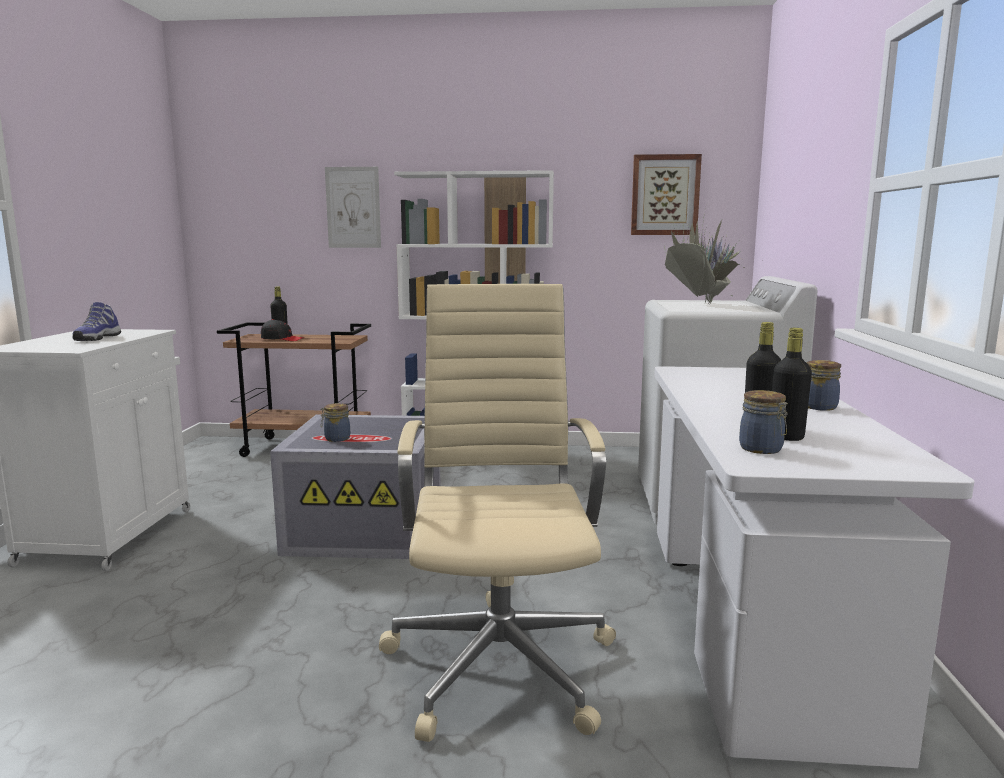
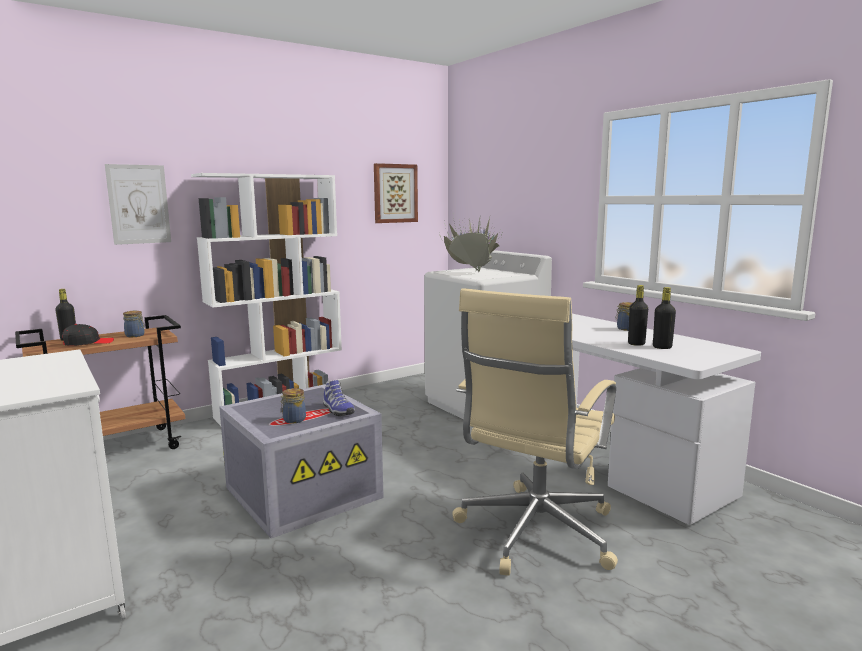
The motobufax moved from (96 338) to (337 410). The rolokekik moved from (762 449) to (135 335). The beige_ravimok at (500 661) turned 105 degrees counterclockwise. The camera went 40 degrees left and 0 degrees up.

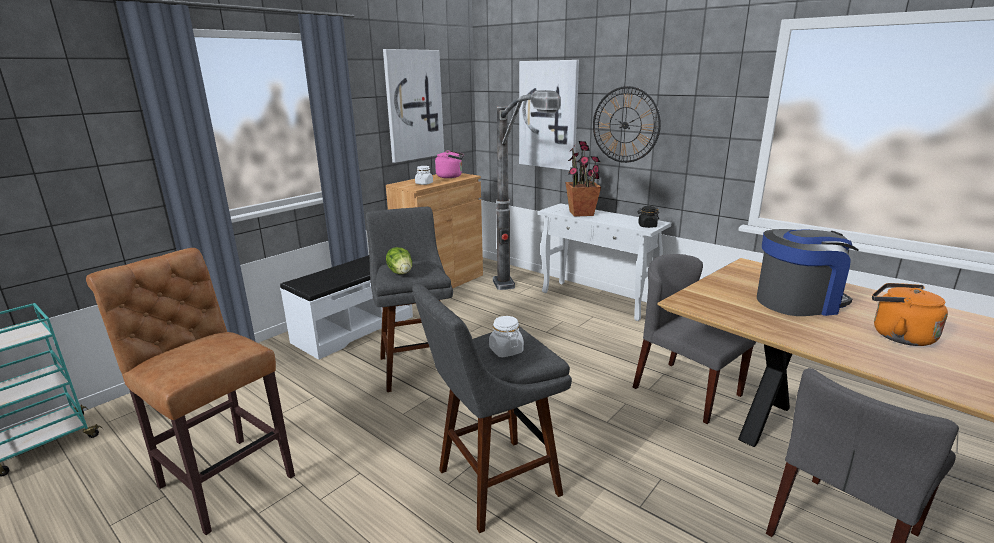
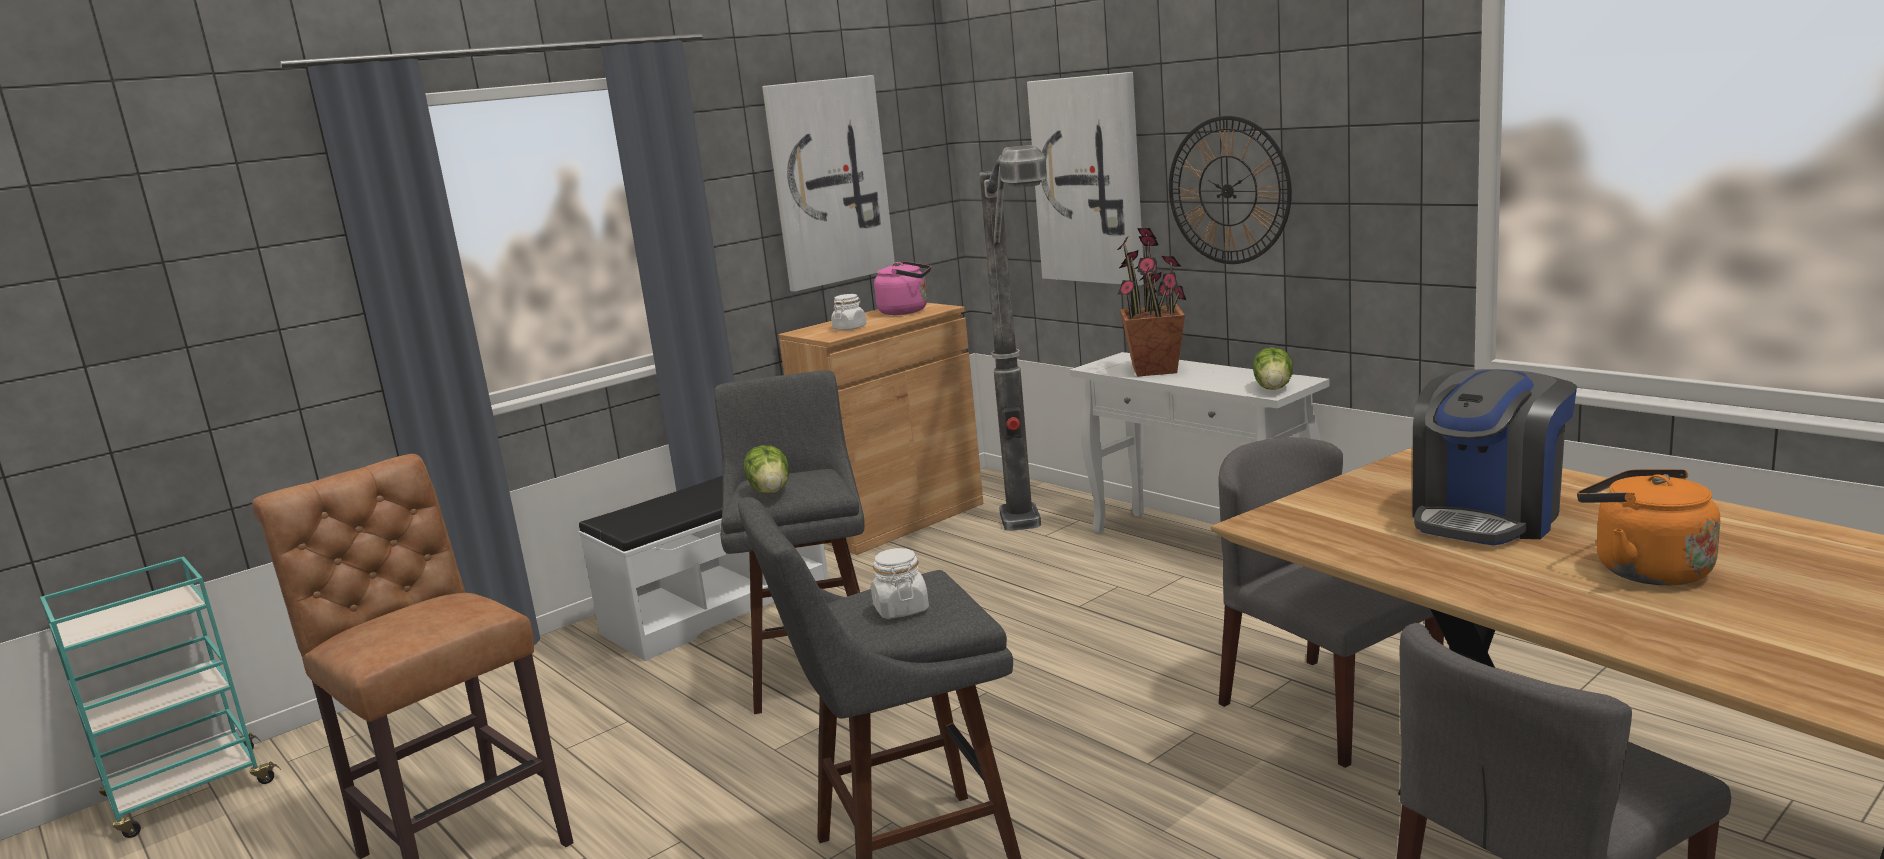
The black_rolokekik at (647 226) was replaced by the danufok at (1274 388). The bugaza at (798 302) turned 135 degrees clockwise. The camera went 10 degrees right and 5 degrees down.

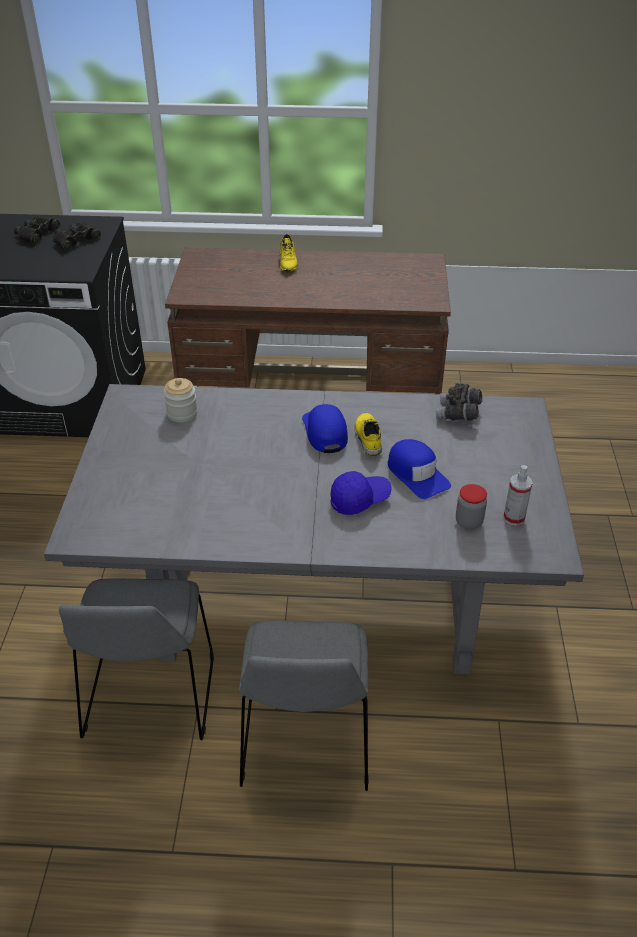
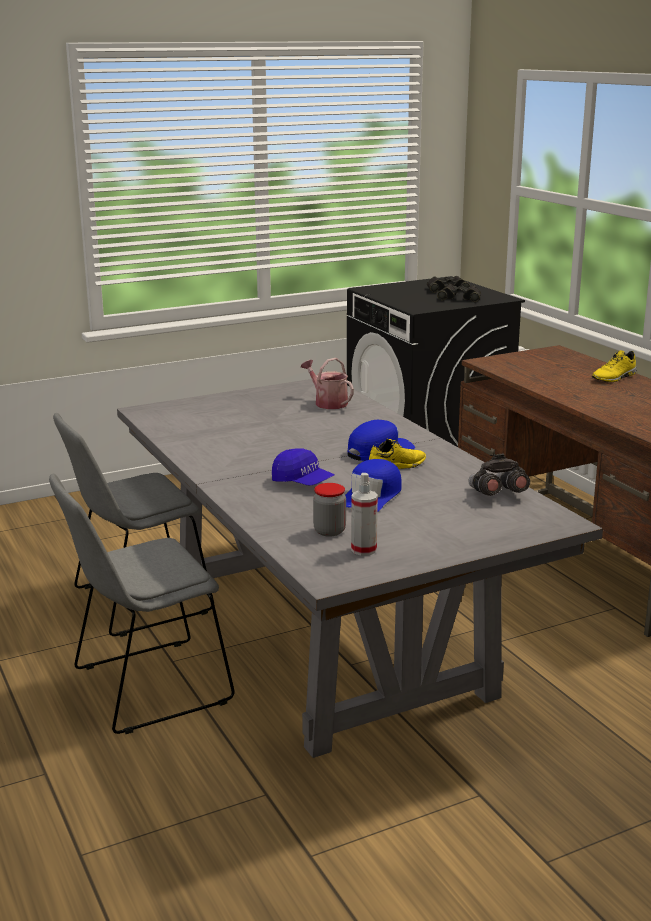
The rolokekik at (182 413) was replaced by the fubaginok at (328 403). The camera went 60 degrees right and 20 degrees down.

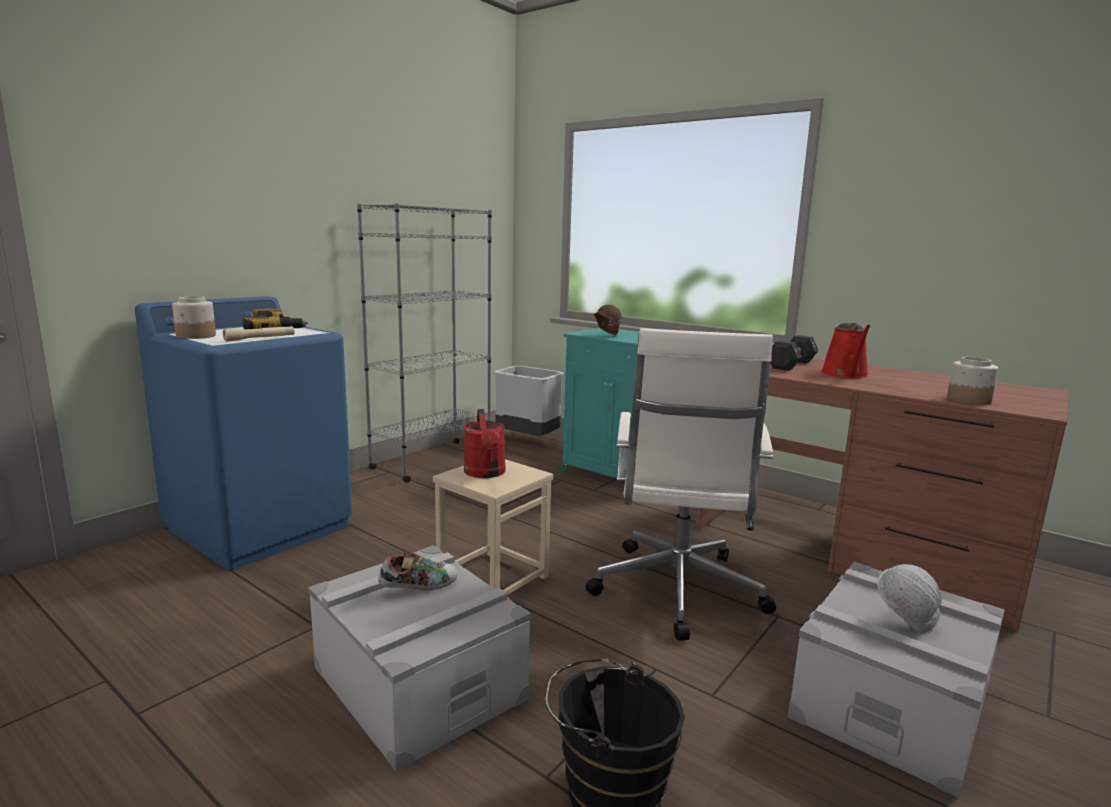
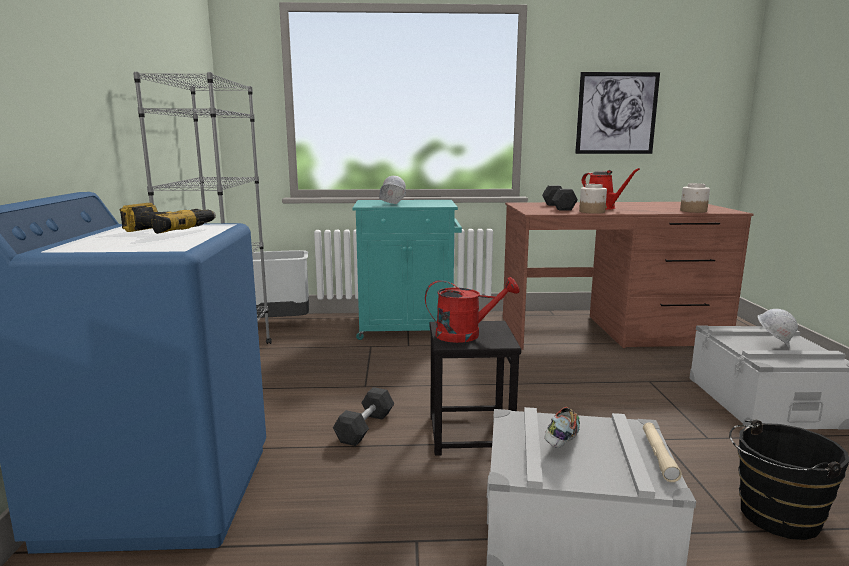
The white_ravimok at (677 592) disappeared. The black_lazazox at (365 427) appeared. The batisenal at (616 113) appeared. The rolokekik moved from (196 336) to (592 212). The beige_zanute moved from (260 339) to (658 456). The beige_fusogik at (492 578) became the black_fusogik at (469 434). The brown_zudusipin at (606 336) became the white_zudusipin at (392 205). The red_fubaginok at (486 473) turned 45 degrees counterclockwise. The camera went 40 degrees left and 0 degrees up.

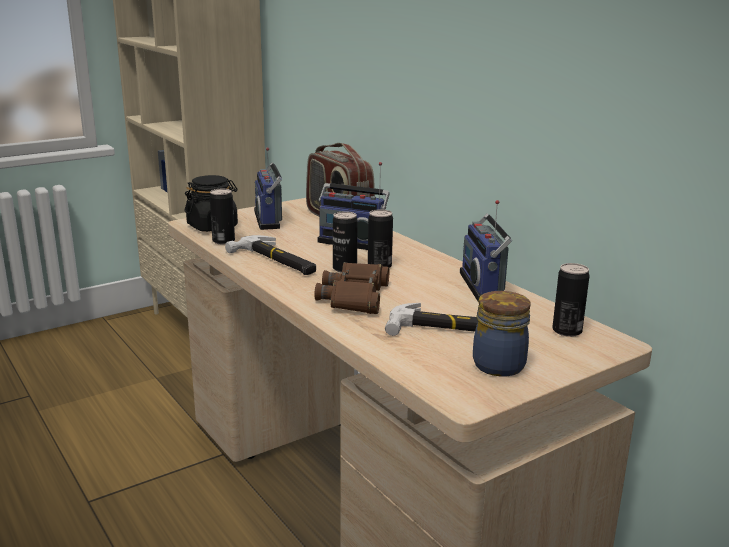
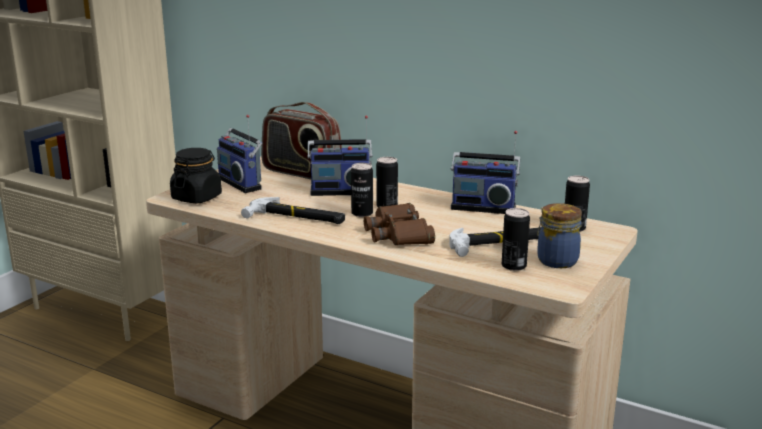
The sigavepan moved from (223 241) to (514 266). The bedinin at (484 286) turned 45 degrees counterclockwise. The camera went 25 degrees left and 0 degrees up.

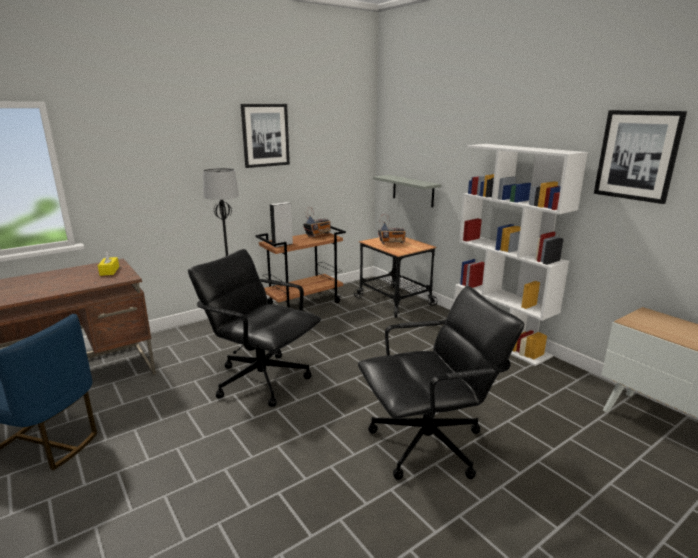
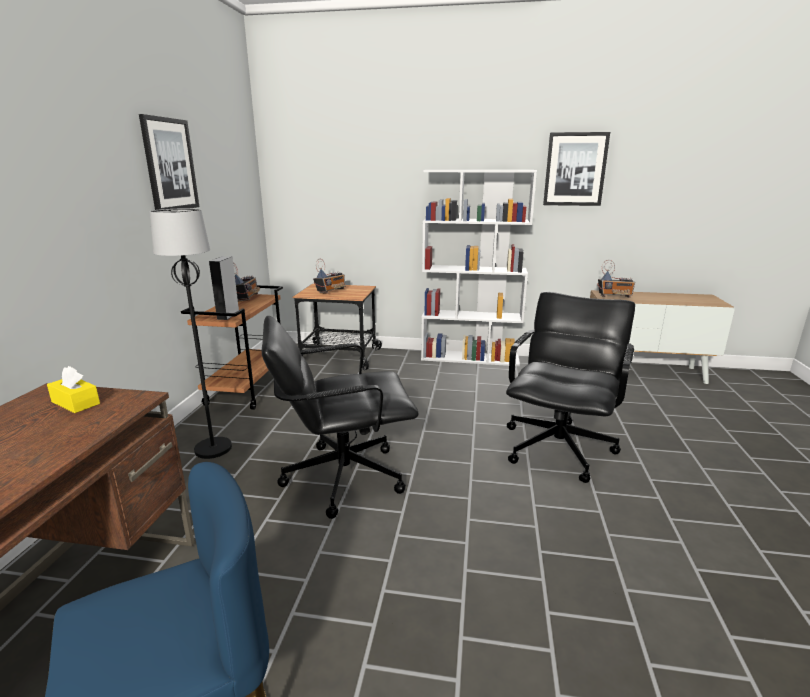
The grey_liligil at (413 190) disappeared. The bedinin at (614 297) appeared. The camera went 45 degrees left and 0 degrees up.

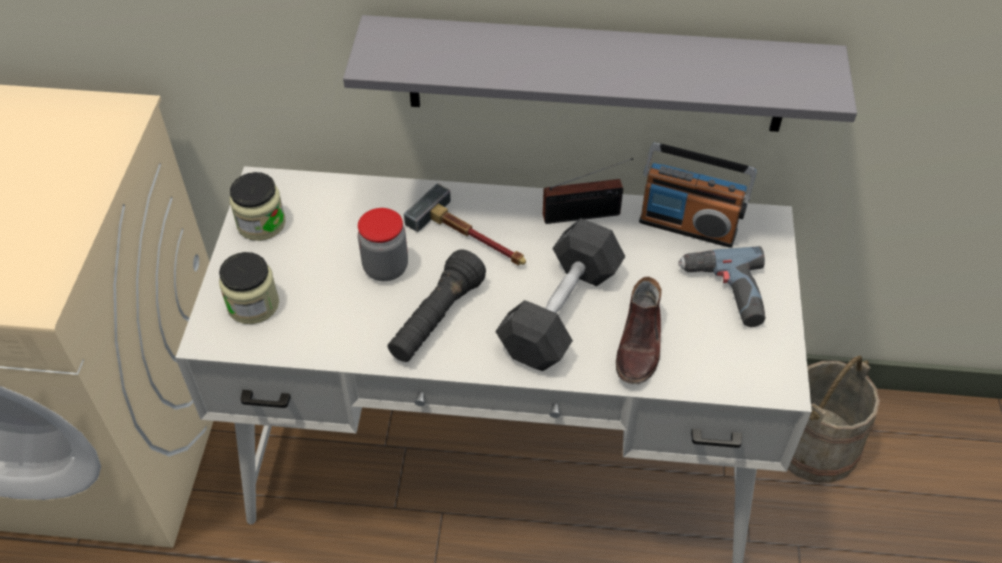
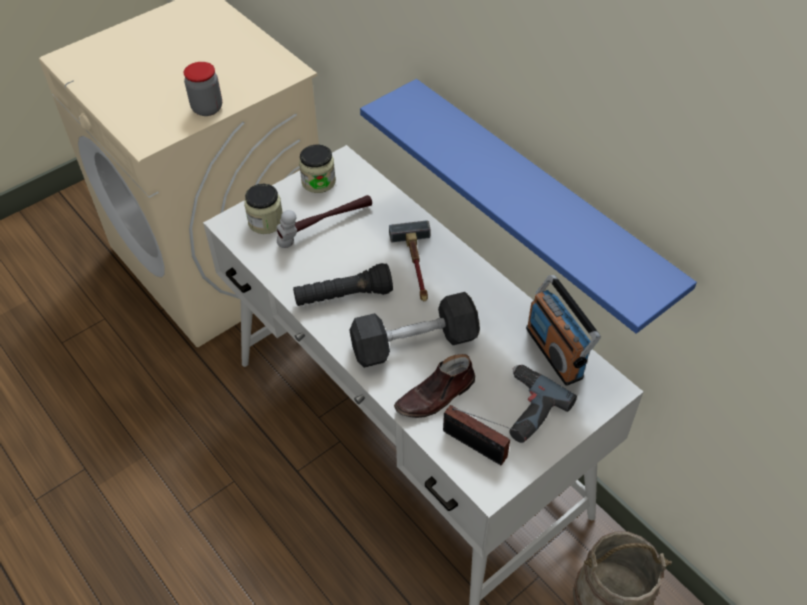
The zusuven at (325 227) appeared. The rolokekik moved from (385 268) to (207 108). The bedinin moved from (585 215) to (477 447). The grey_liligil at (596 74) became the blue_liligil at (537 202). The camera went 45 degrees right and 0 degrees up.

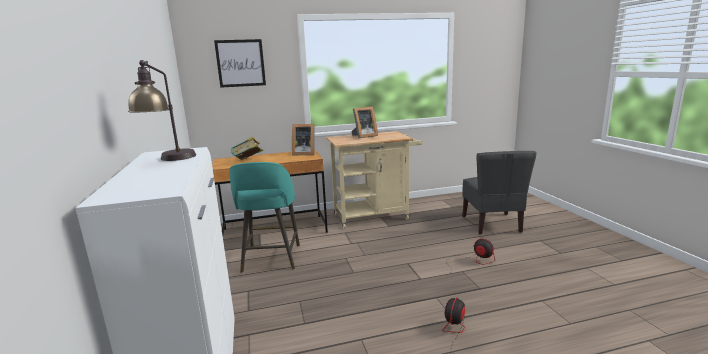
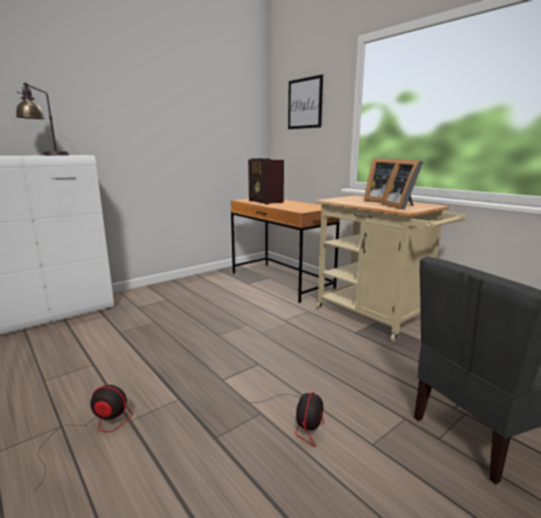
The turquoise_fusogik at (271 259) disappeared. The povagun moved from (304 153) to (401 206). The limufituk at (248 161) was replaced by the bedinin at (265 202). The camera went 65 degrees right and 0 degrees up.

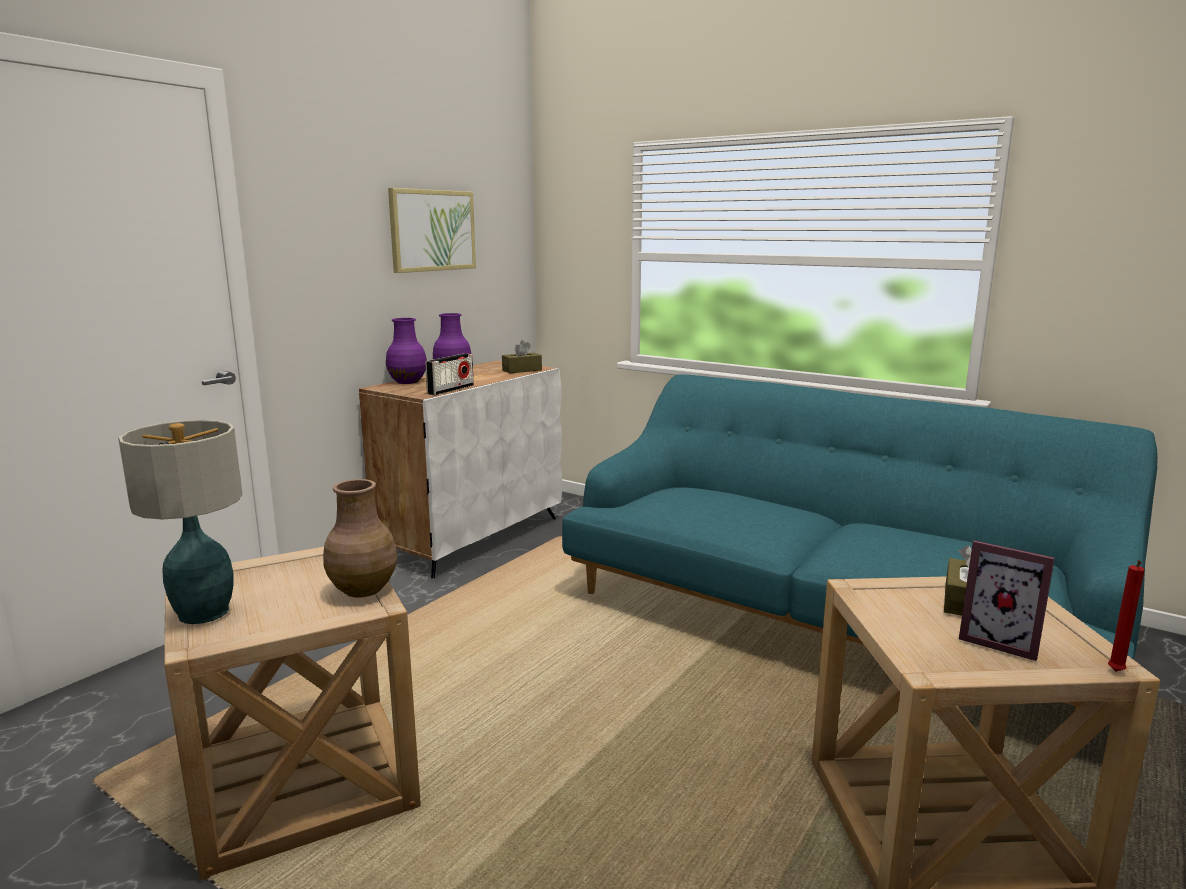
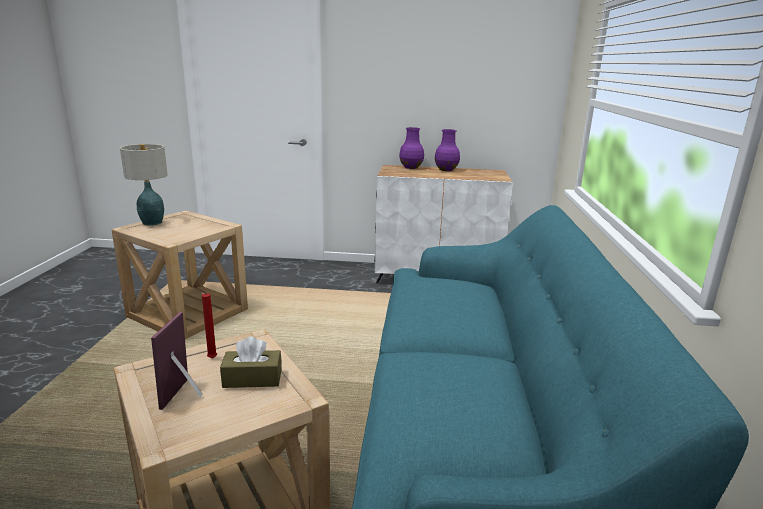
The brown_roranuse at (364 589) disappeared. The batisenal at (432 230) disappeared. The bedinin at (451 389) disappeared. The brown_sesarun at (522 370) disappeared. The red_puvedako moved from (1115 672) to (211 358). The camera went 60 degrees right and 5 degrees up.

